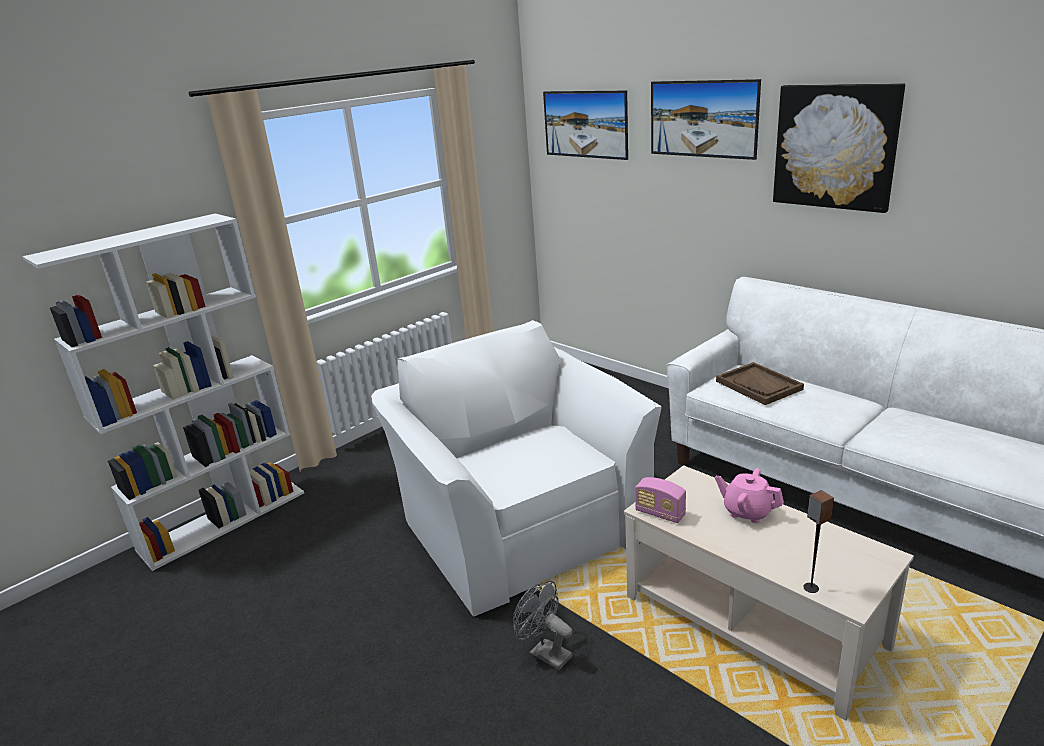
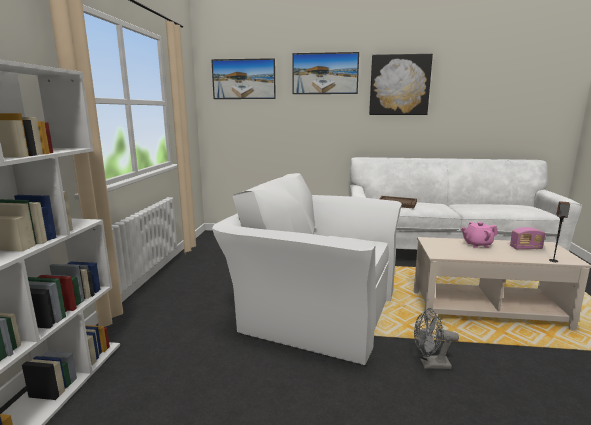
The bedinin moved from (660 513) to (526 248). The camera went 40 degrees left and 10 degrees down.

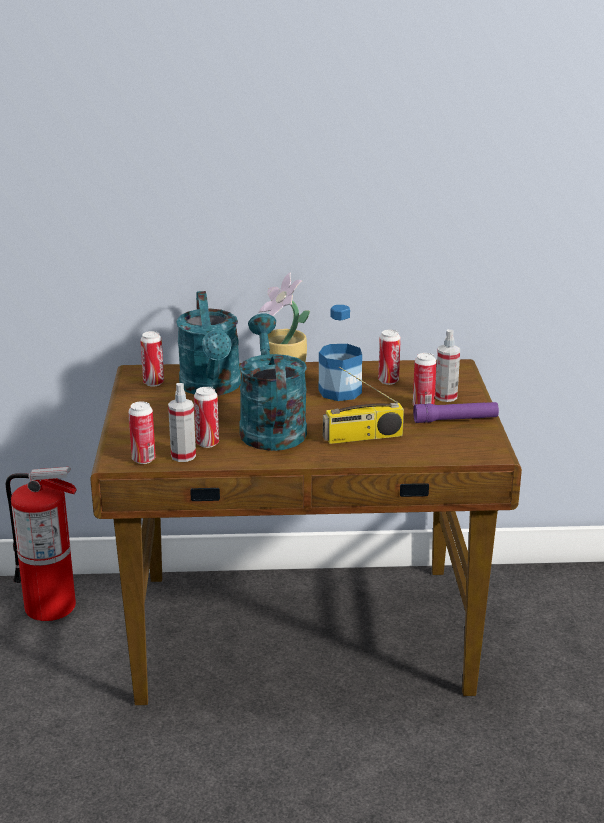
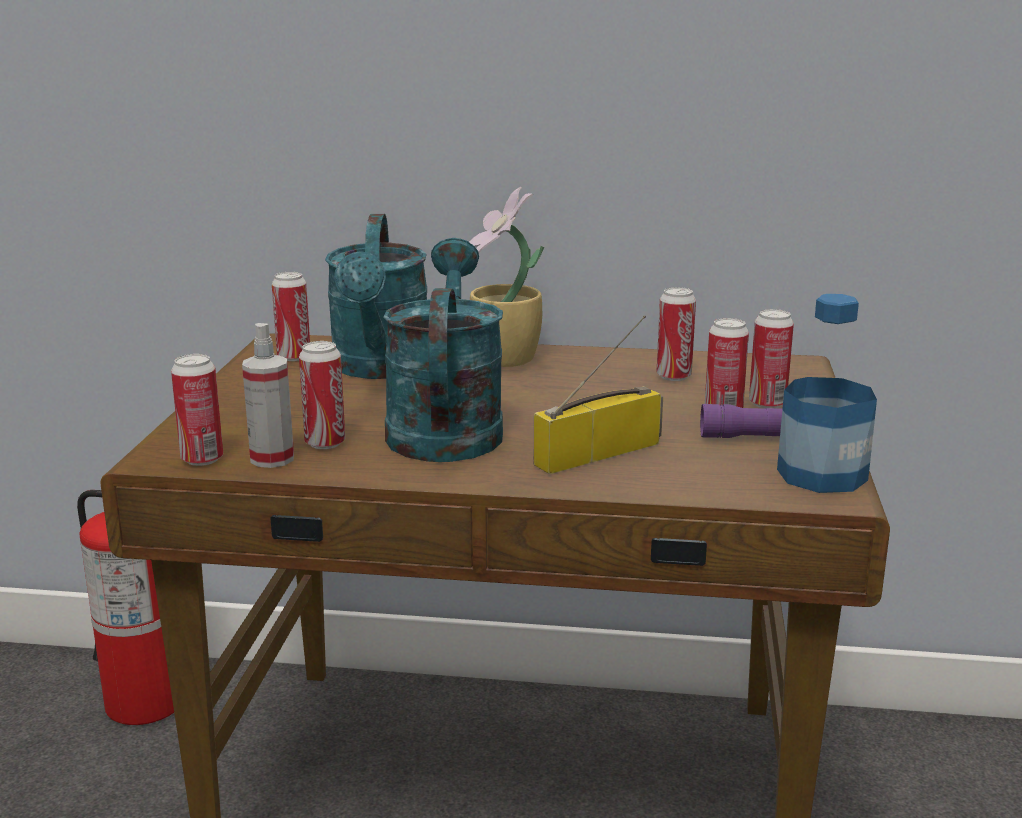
The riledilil moved from (340 391) to (822 474). The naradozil at (446 397) was replaced by the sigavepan at (767 404). The bedinin at (362 437) turned 150 degrees clockwise. The camera went 10 degrees right and 5 degrees down.

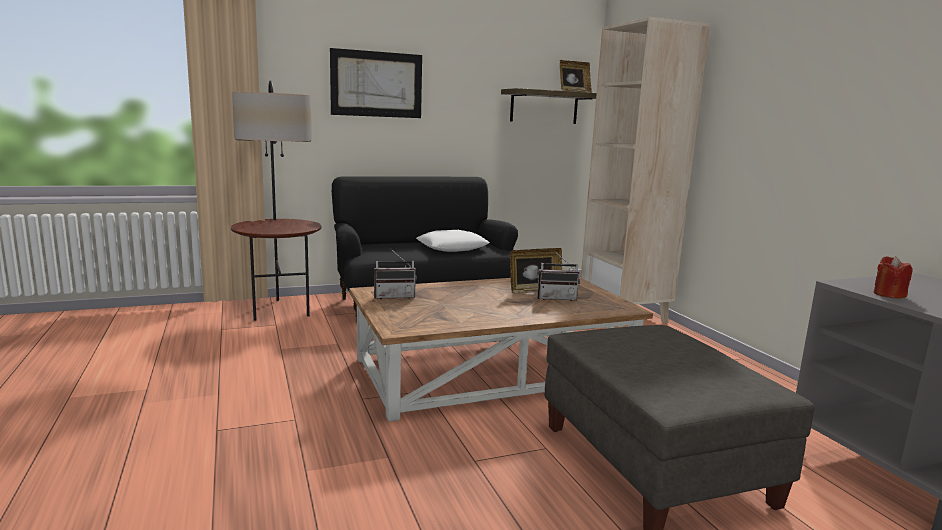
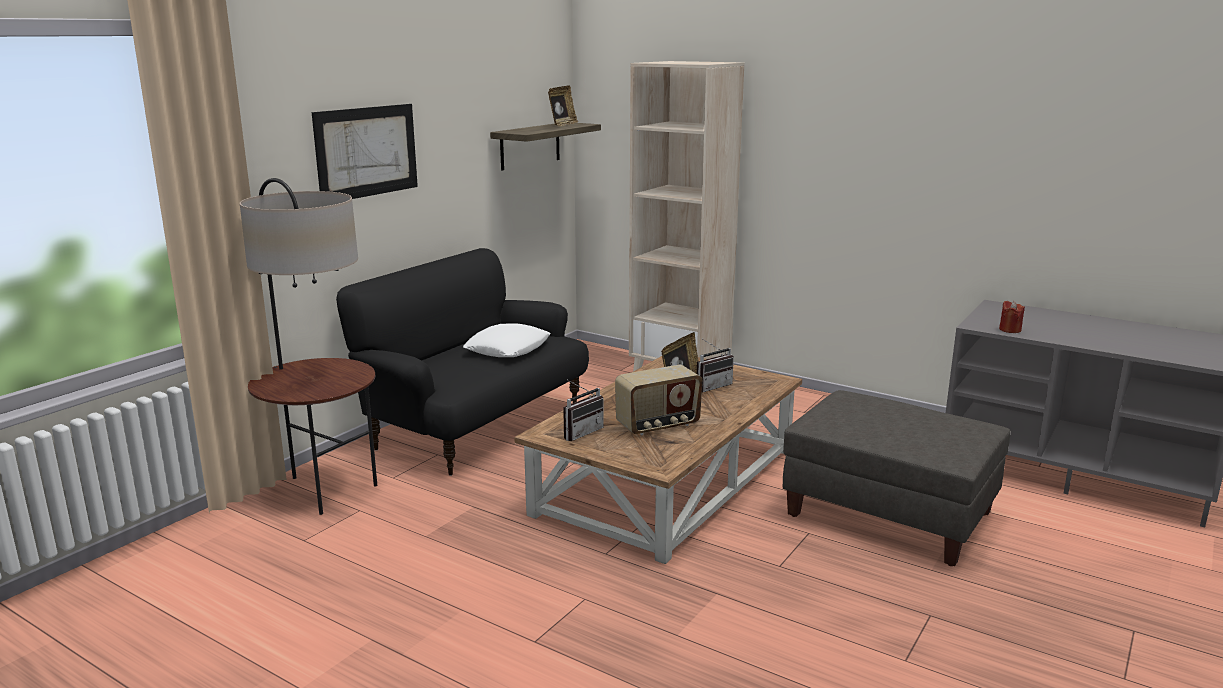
The bedinin at (658 425) appeared. The camera went 35 degrees left and 5 degrees up.

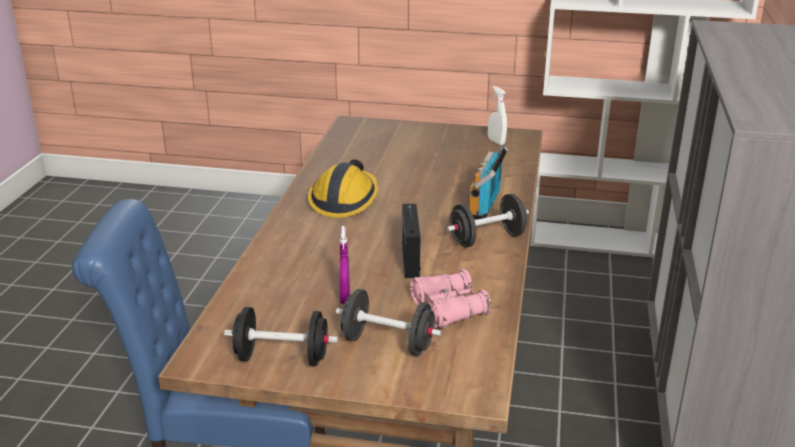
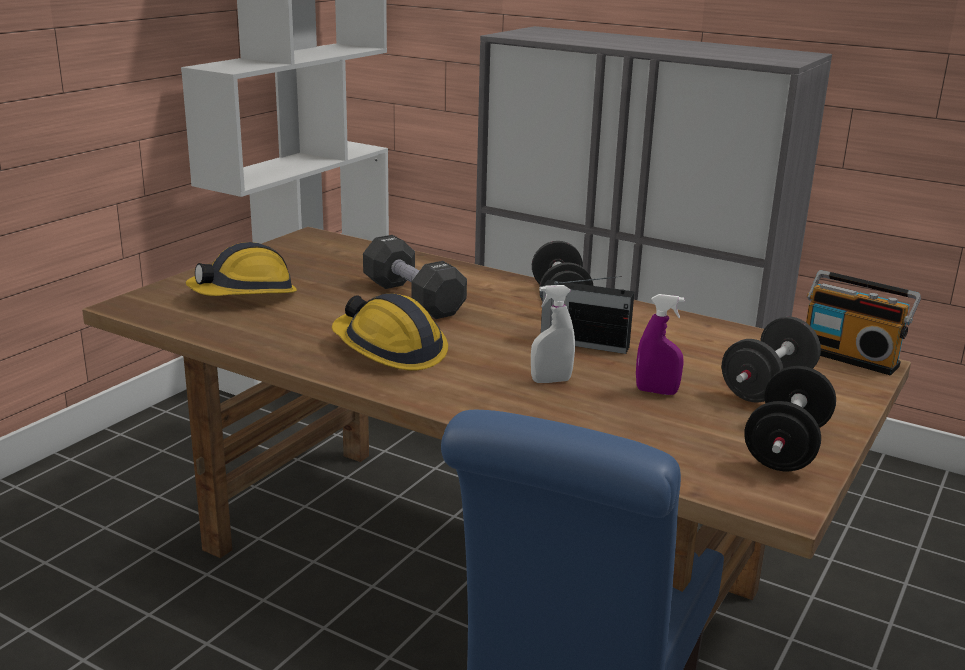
The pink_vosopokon at (449 309) disappeared. The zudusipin at (244 294) appeared. The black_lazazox at (413 298) appeared. The bedinin moved from (486 206) to (850 357). The white_naradozil moved from (496 142) to (551 381). The camera went 70 degrees left and 5 degrees down.

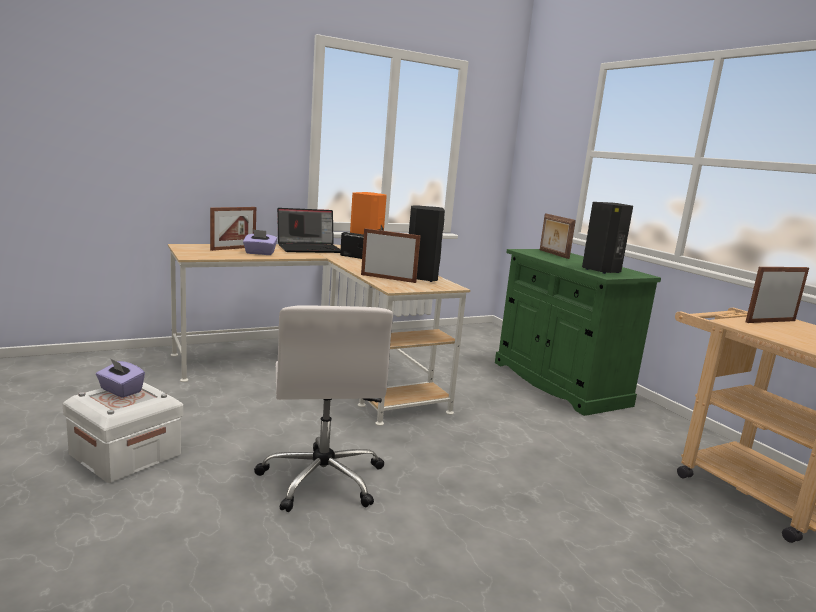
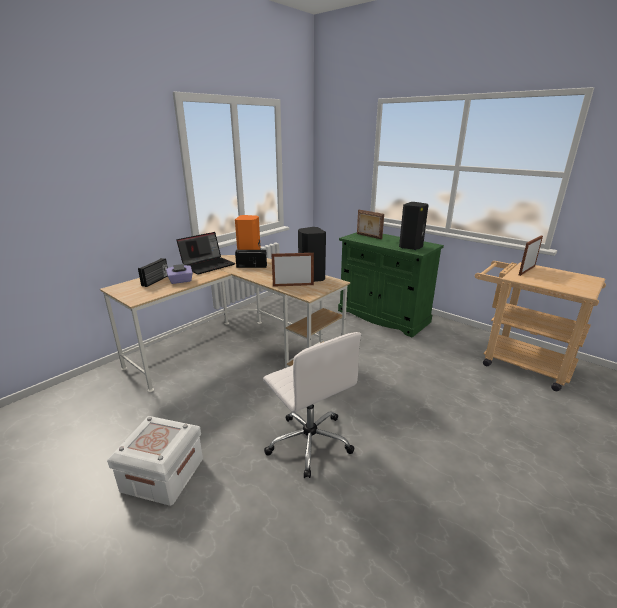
The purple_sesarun at (120 390) disappeared. The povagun at (233 248) was replaced by the bedinin at (156 280). The camera went 20 degrees left and 10 degrees up.

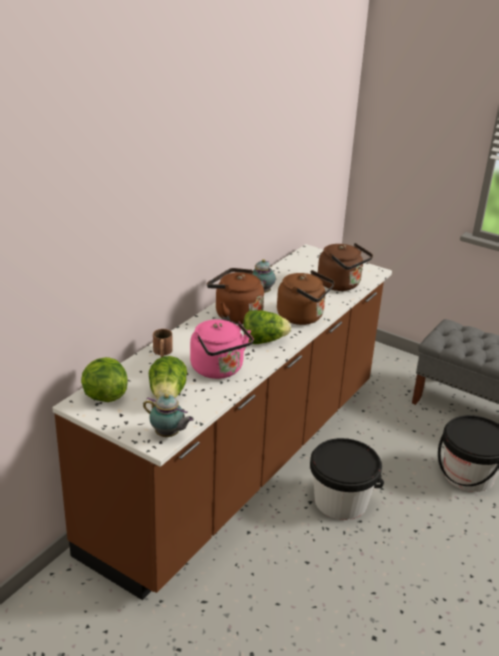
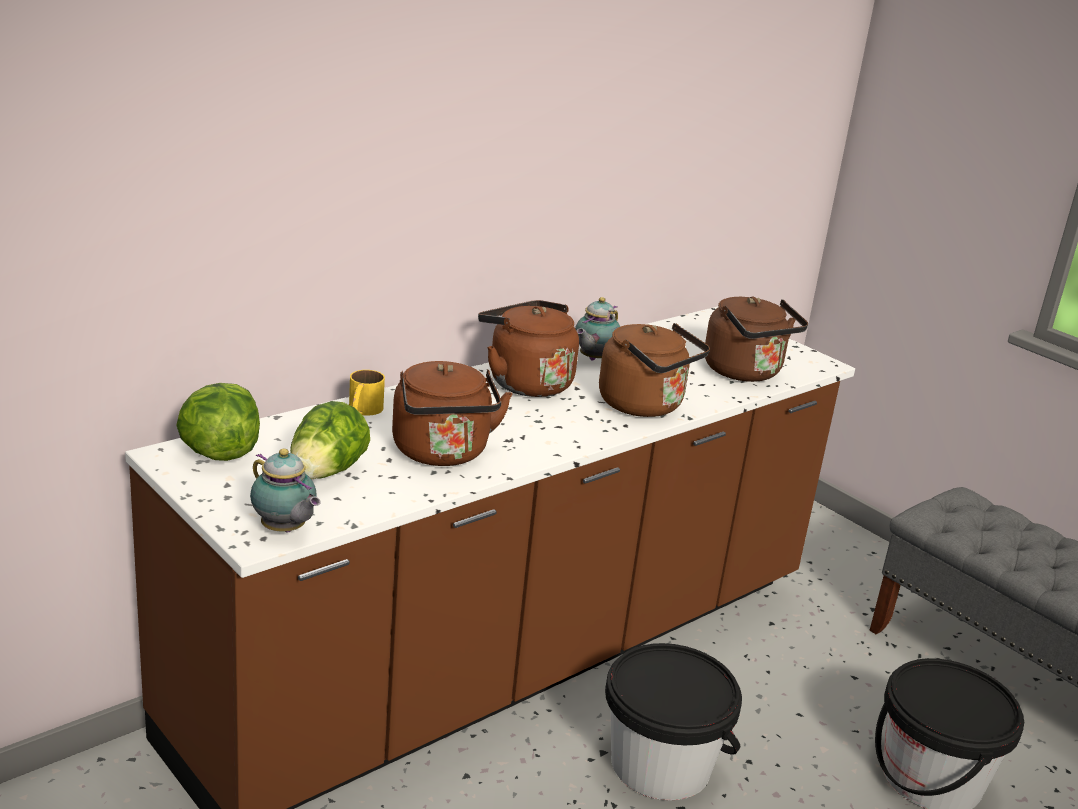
The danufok at (263 341) disappeared. The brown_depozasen at (162 352) became the yellow_depozasen at (363 411). The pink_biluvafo at (219 370) became the brown_biluvafo at (442 454). The camera went 15 degrees right and 5 degrees down.

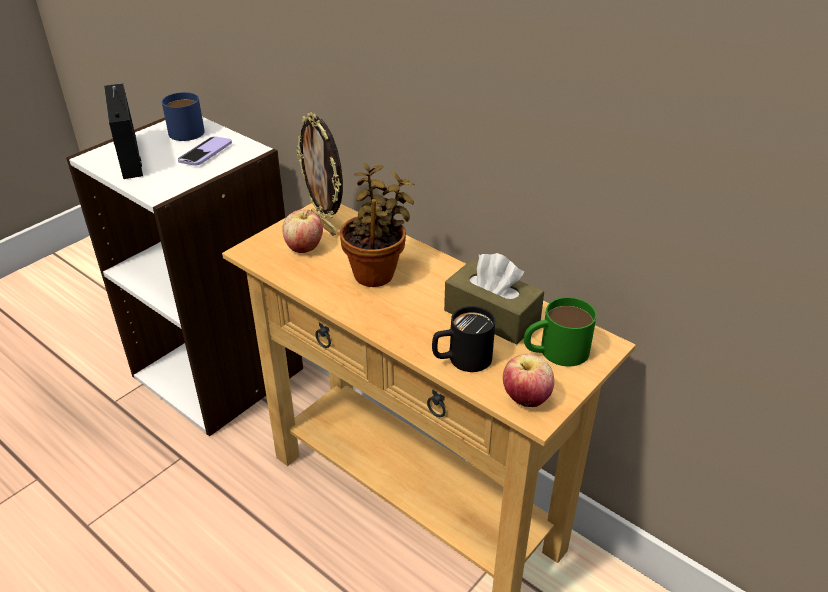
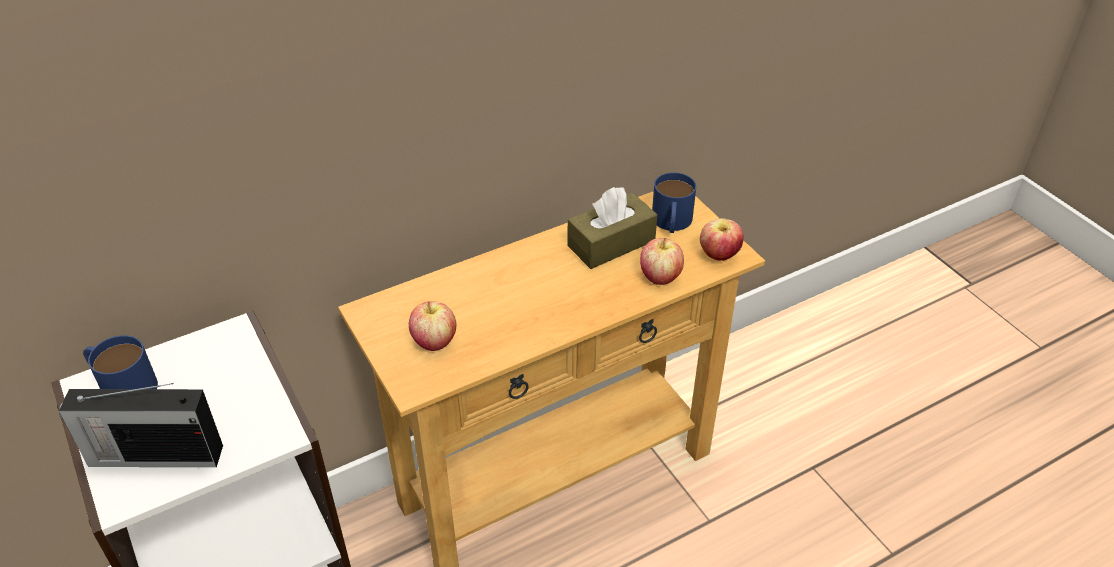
The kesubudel at (205 153) disappeared. The povagun at (325 225) disappeared. The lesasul at (377 272) disappeared. The black_depozasen at (461 360) was replaced by the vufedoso at (660 277). The green_depozasen at (555 351) became the blue_depozasen at (671 223). The camera went 70 degrees left and 5 degrees up.

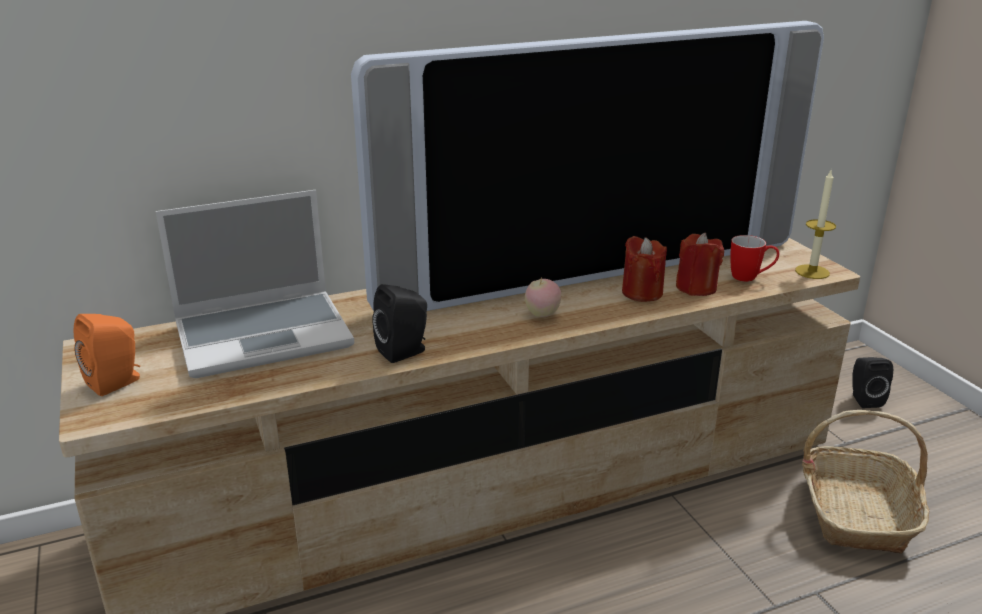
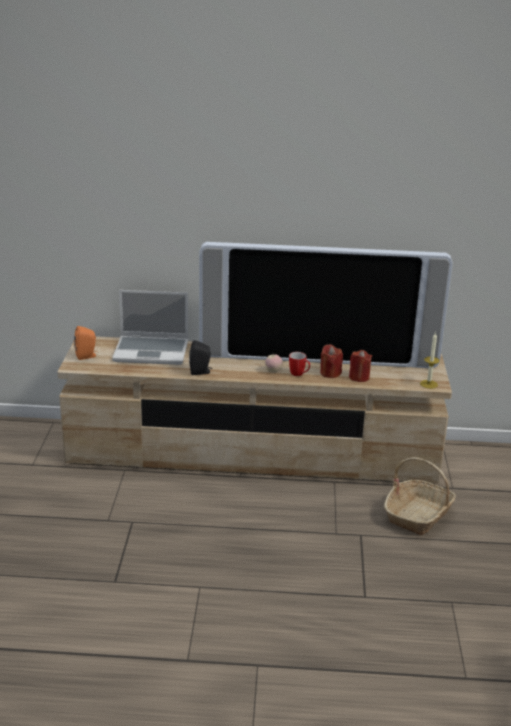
The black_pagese at (864 399) disappeared. The depozasen moved from (750 278) to (299 375). The camera went 25 degrees right and 0 degrees up.

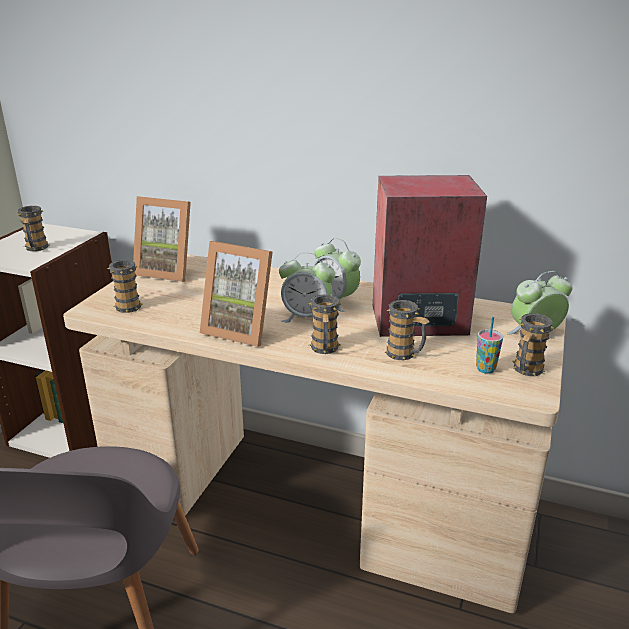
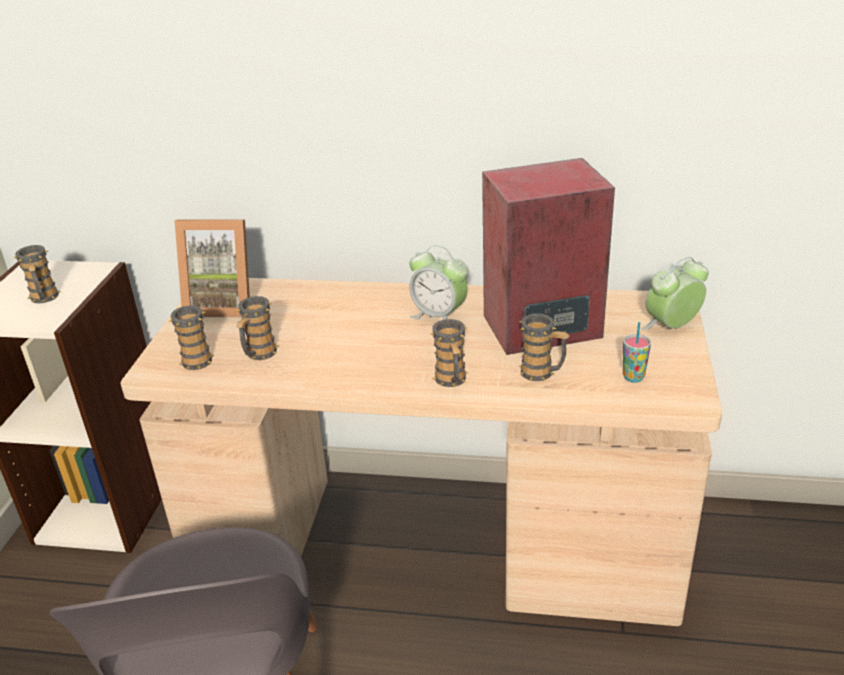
The povagun at (241 329) disappeared. The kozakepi at (306 317) disappeared. The depozasen moved from (526 371) to (259 355). The camera went 10 degrees left and 5 degrees up.

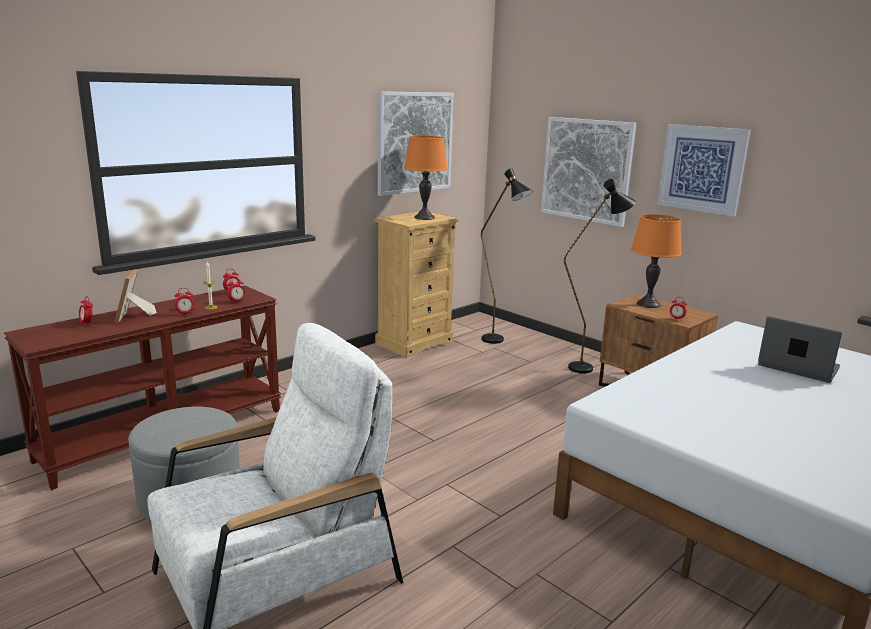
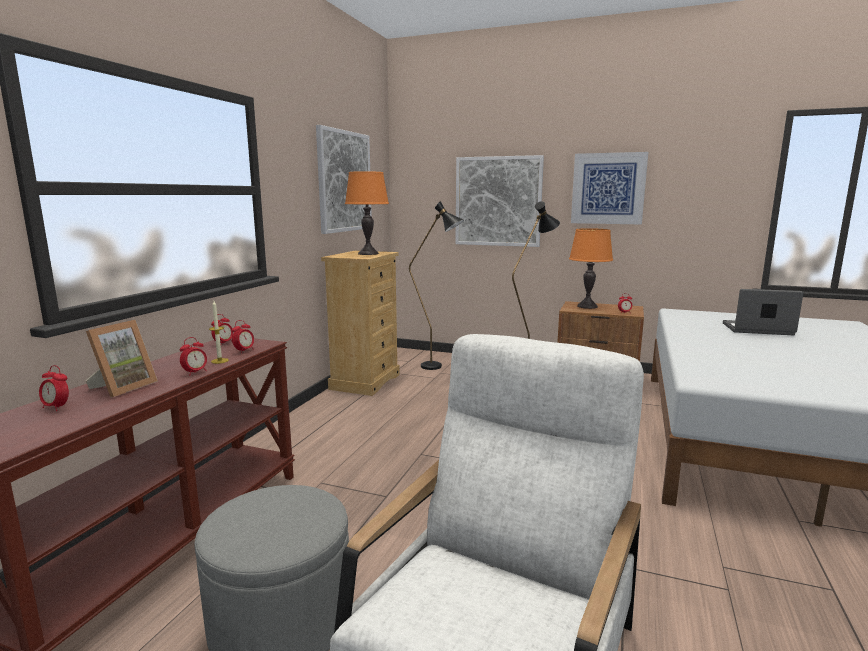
The povagun at (134 317) turned 120 degrees counterclockwise. The camera went 25 degrees left and 5 degrees down.

